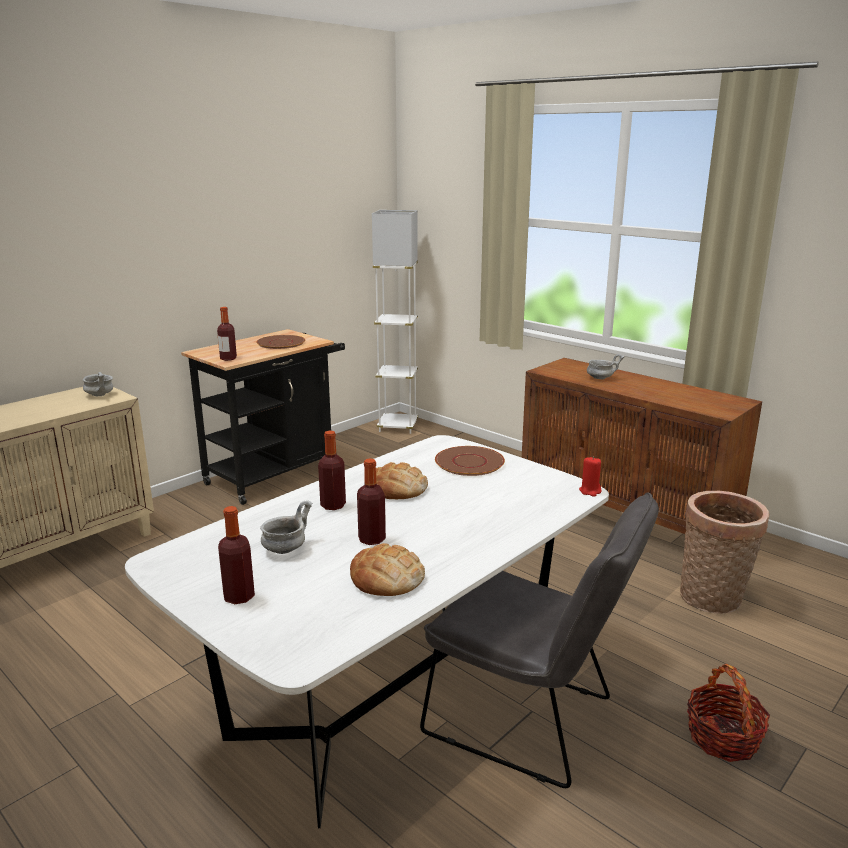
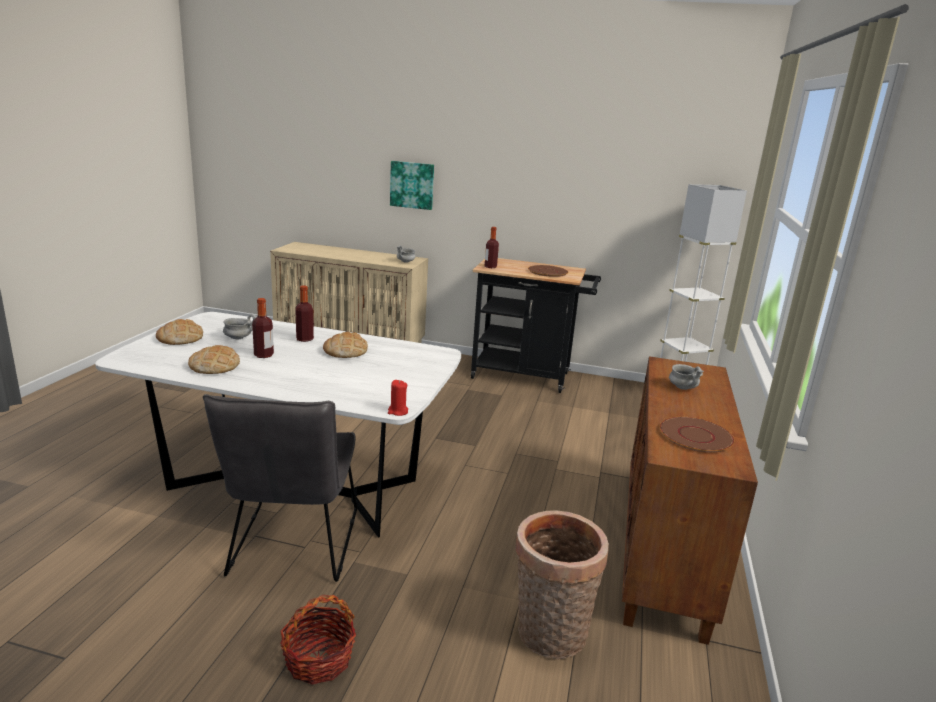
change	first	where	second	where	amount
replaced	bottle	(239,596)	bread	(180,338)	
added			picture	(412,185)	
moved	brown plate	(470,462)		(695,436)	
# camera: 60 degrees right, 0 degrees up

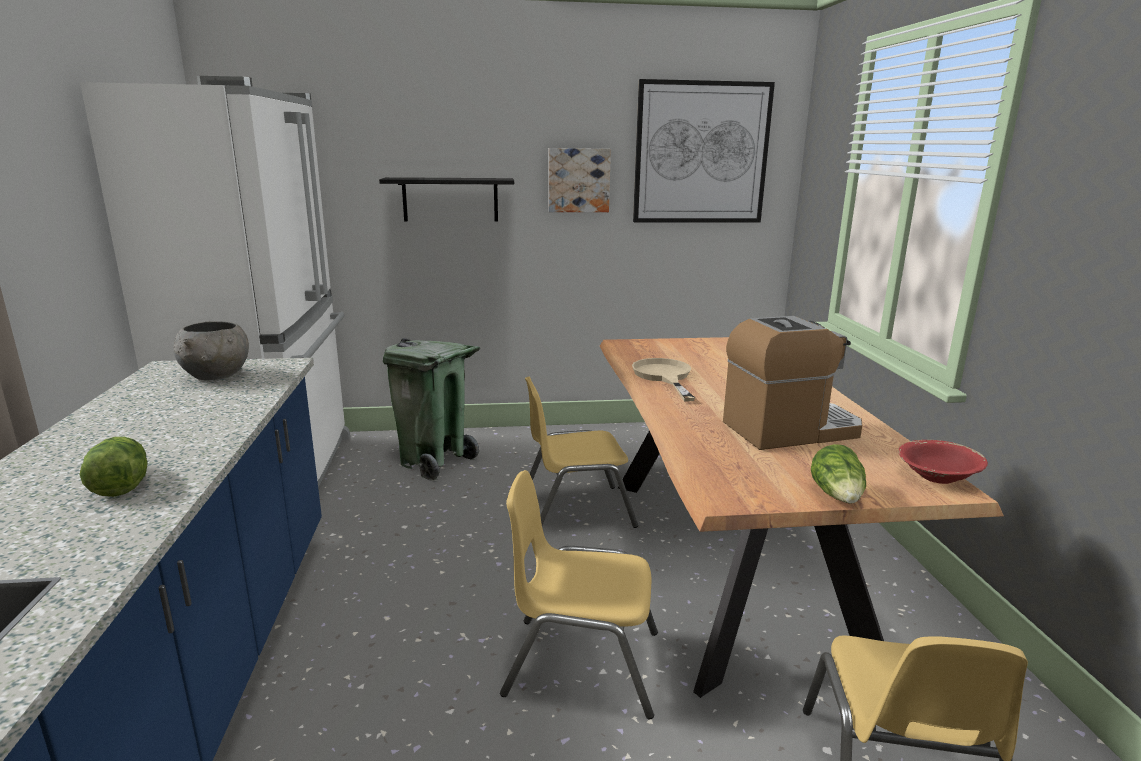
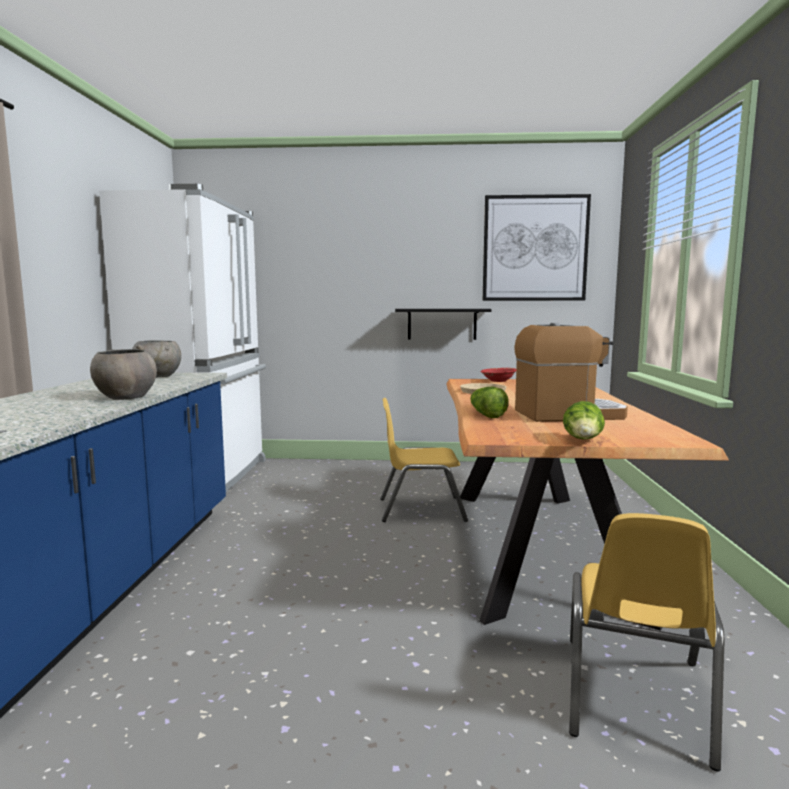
change	first	where	second	where	amount
added			grey bowl	(125,397)	
moved	black shelf	(450,199)		(442,324)	
moved	lettuce	(119,484)		(486,415)	
moved	red bowl	(937,477)		(498,381)	
removed	green trash can	(434,461)			
removed	yellow chair	(582,663)			
removed	picture	(578,180)			
# camera: 10 degrees right, 10 degrees down

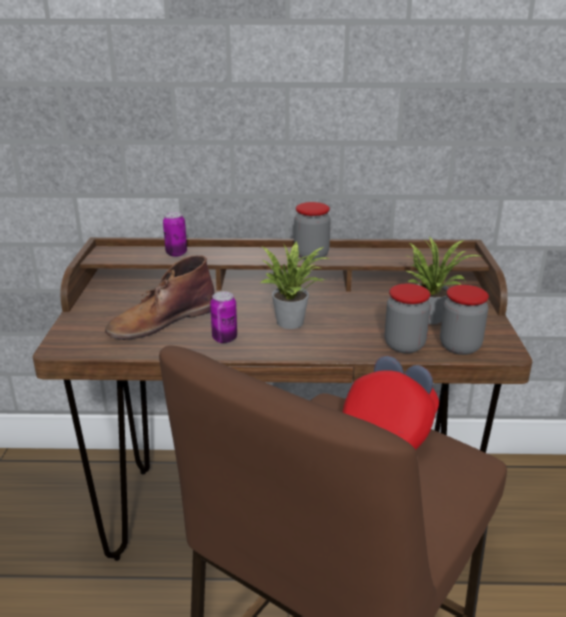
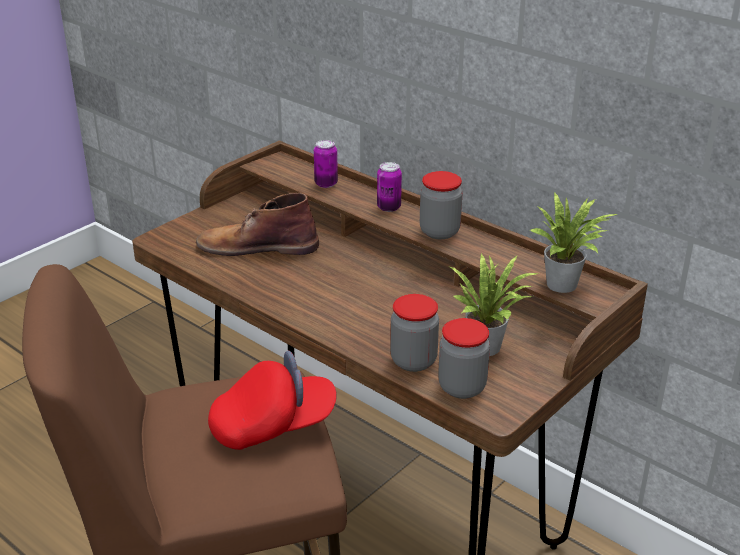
change	first	where	second	where	amount
moved	can	(224,338)		(389,207)	
moved	potted plant	(294,322)		(566,285)	
# camera: 40 degrees right, 5 degrees up

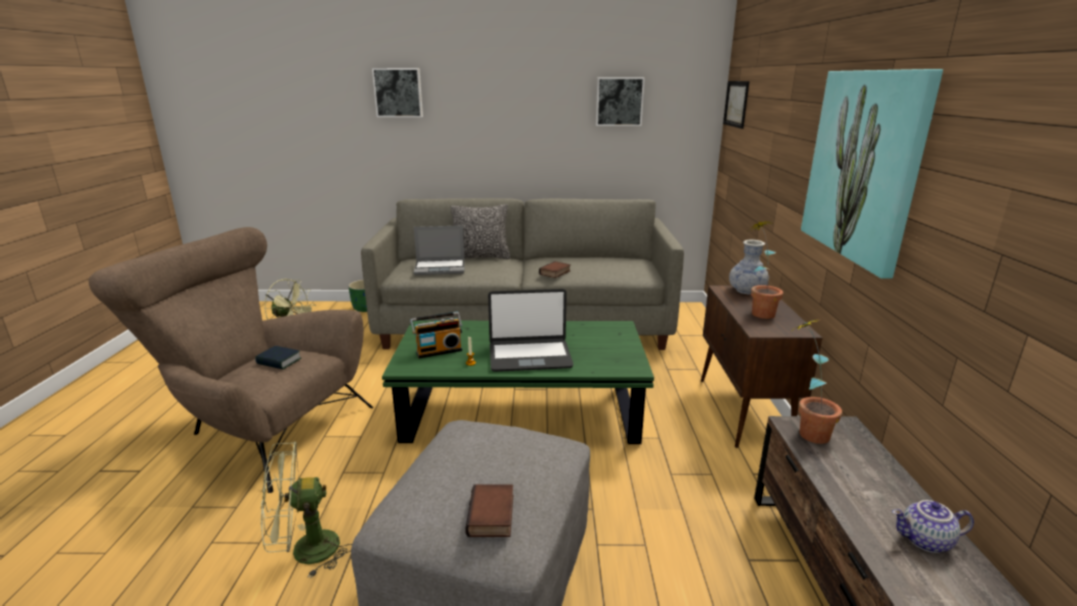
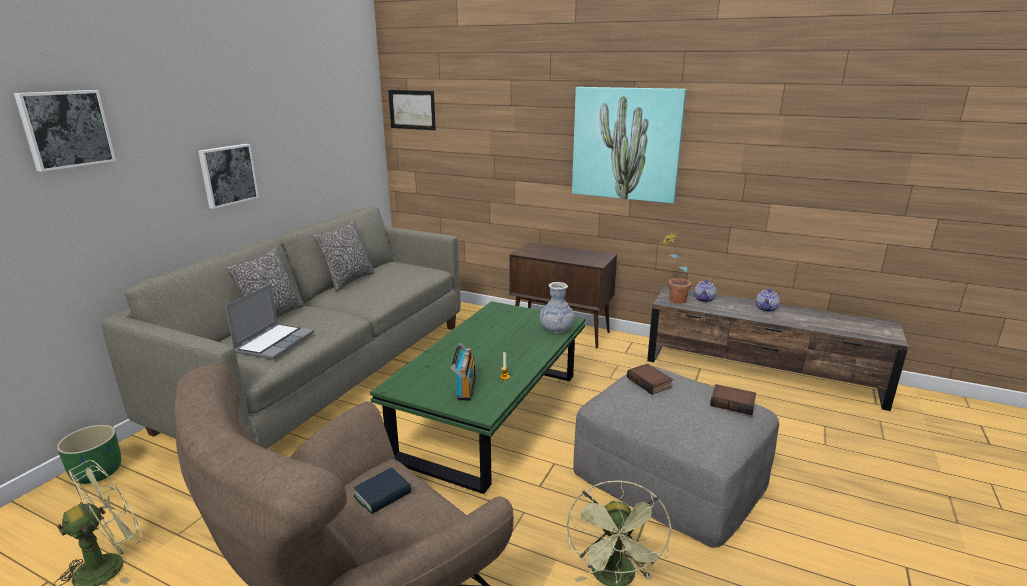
change	first	where	second	where	amount
moved	picture	(619,101)		(227,175)	
added			pillow	(349,281)	
moved	vase	(746,291)		(556,329)	
moved	book	(555,273)		(650,382)	
added			teapot	(704,300)	
removed	laptop	(529,356)			
removed	potted plant	(758,311)			
# camera: 65 degrees left, 0 degrees up

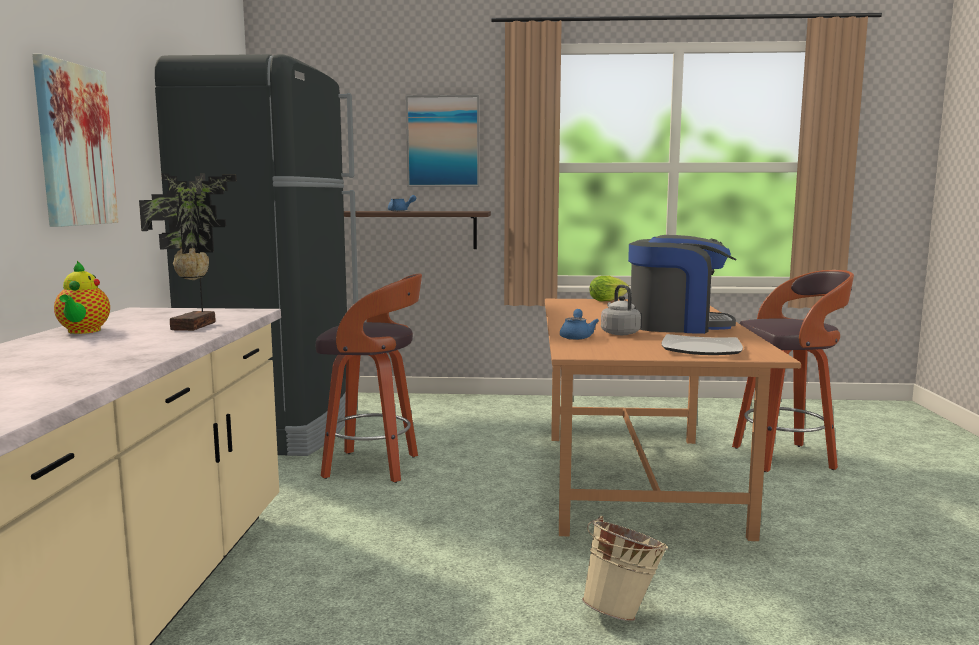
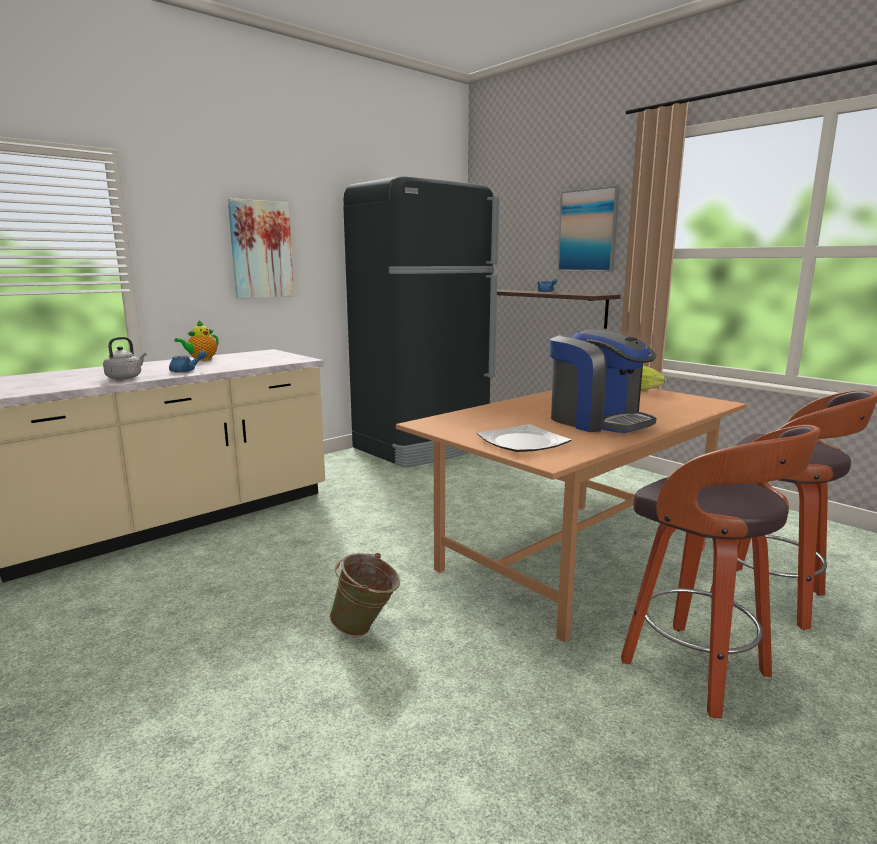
change	first	where	second	where	amount
moved	grey kettle	(619,333)		(126,377)	
moved	blue teapot	(576,336)		(187,371)	
recoloured	beige bucket	(622,611)	green bucket	(366,629)	
moved	stool	(374,467)		(698,671)	
removed	potted plant	(197,326)			
# camera: 45 degrees right, 5 degrees up

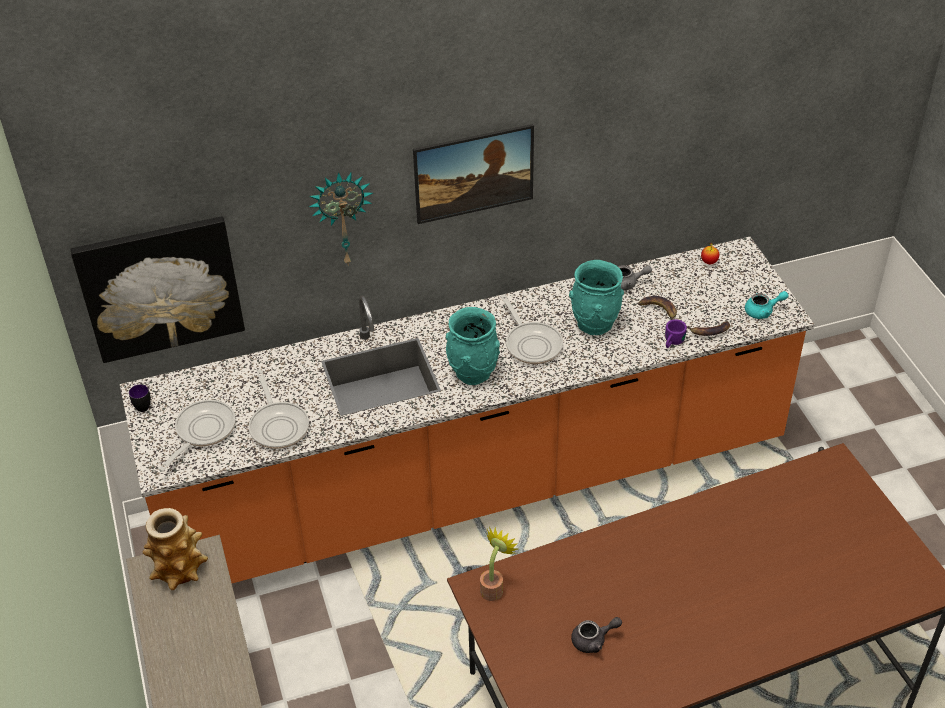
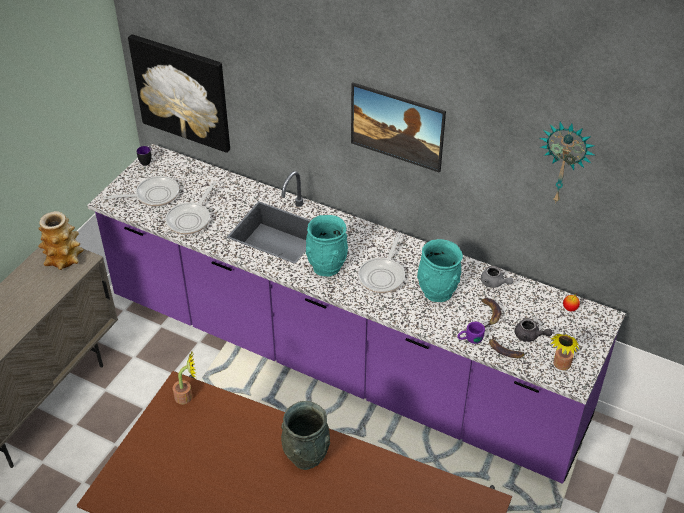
change	first	where	second	where	amount
recoloured	orange counter	(475,484)	purple counter	(342,359)	
added			grey vase	(307,456)	
moved	grey teapot	(593,640)		(530,336)	
moved	wall clock	(342,217)		(564,162)	
replaced	turquoise teapot	(763,311)	potted plant	(561,366)	
# camera: 45 degrees right, 0 degrees up

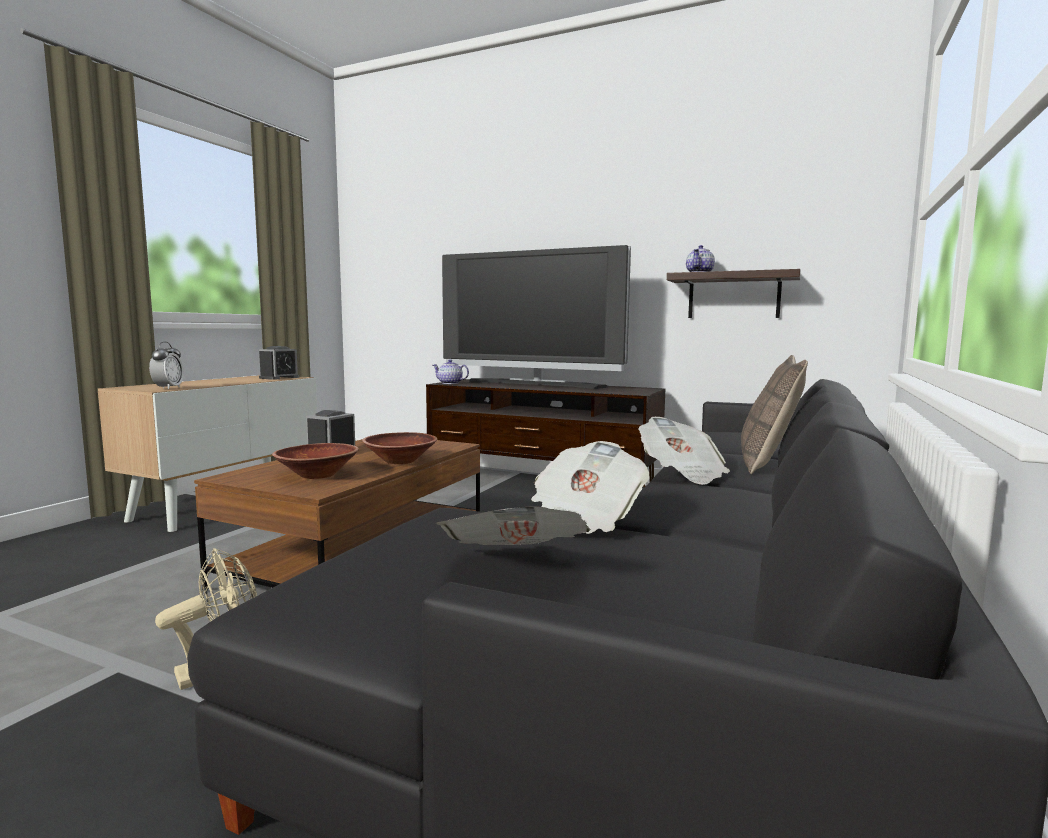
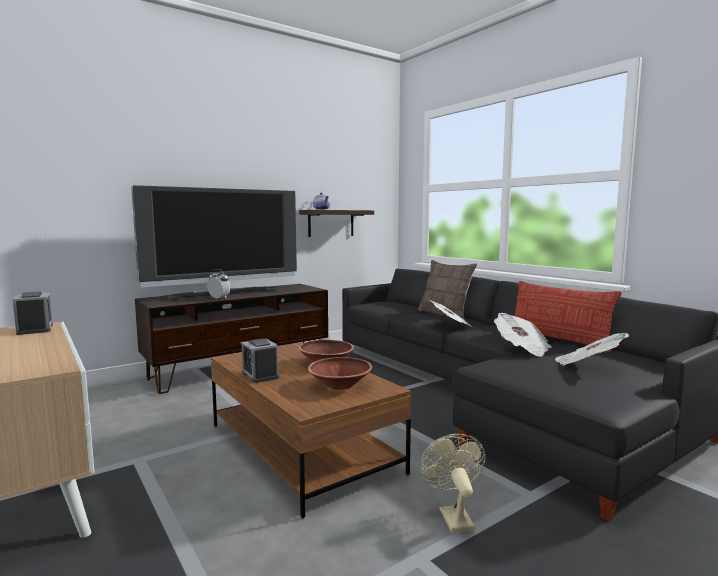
change	first	where	second	where	amount
moved	alarm clock	(168,388)		(219,298)	
added			pillow	(558,340)	
removed	teapot	(450,383)			
# camera: 60 degrees left, 0 degrees up

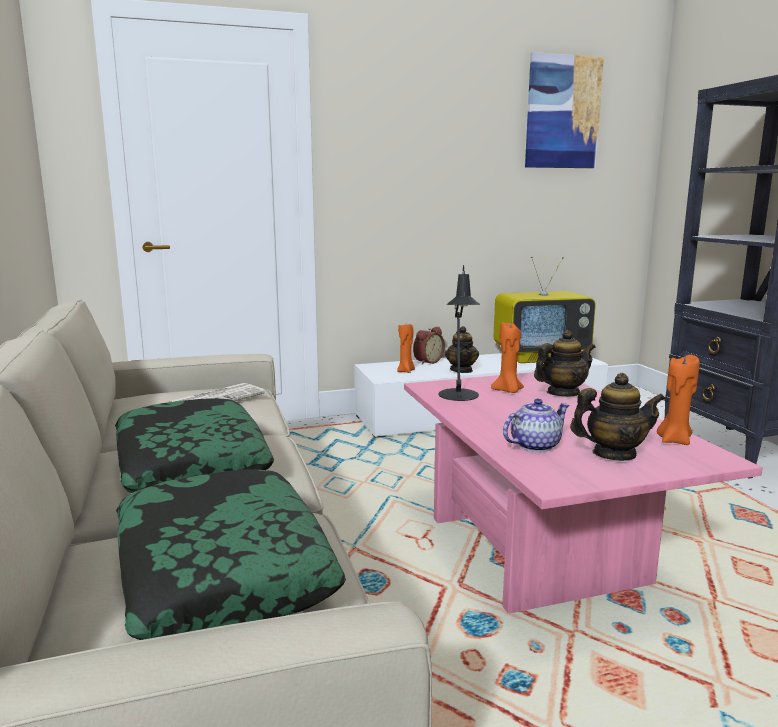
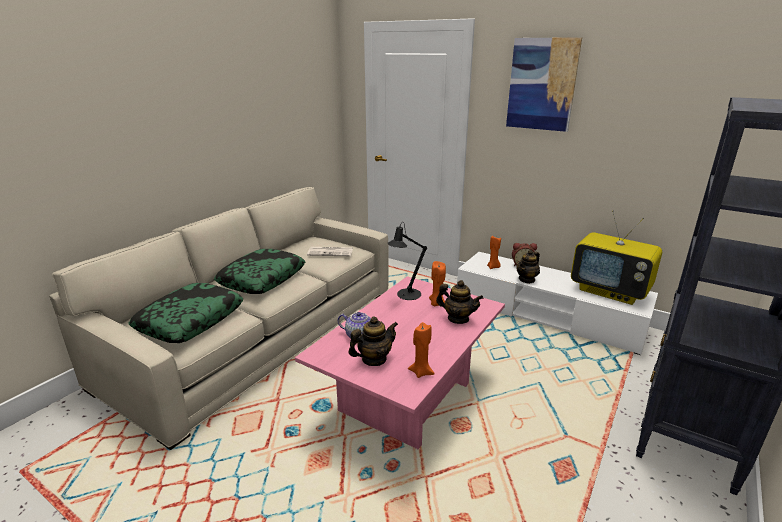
change	first	where	second	where	amount
turned	teapot	(613,454)		(374,359)	75 degrees counterclockwise
moved	picture	(563,112)		(542,84)	
# camera: 50 degrees right, 10 degrees up

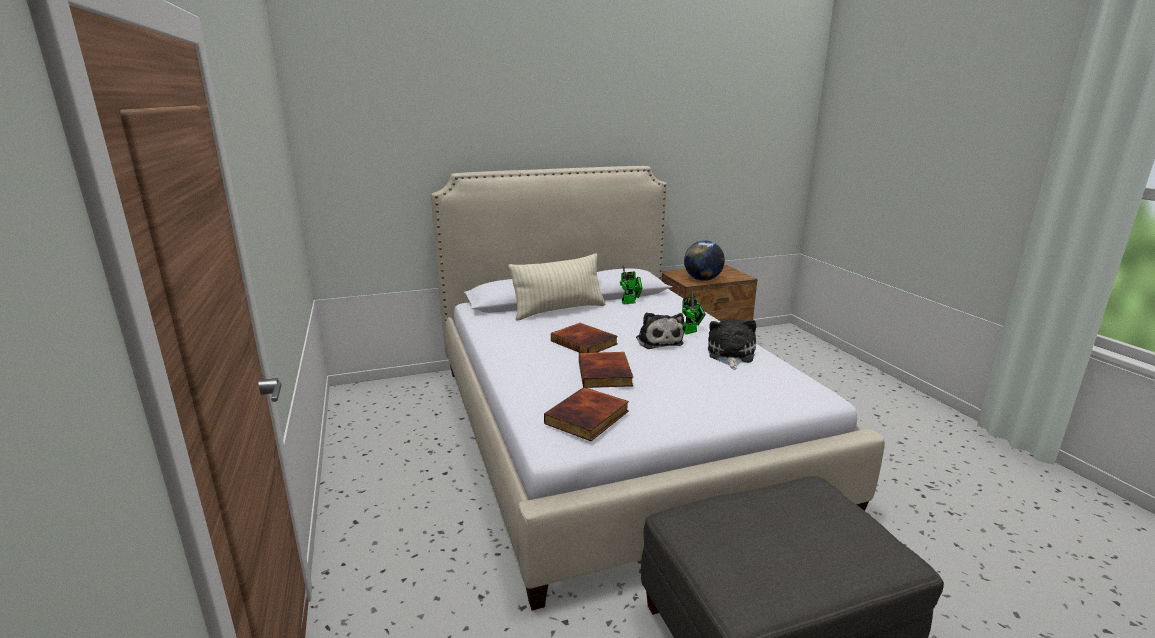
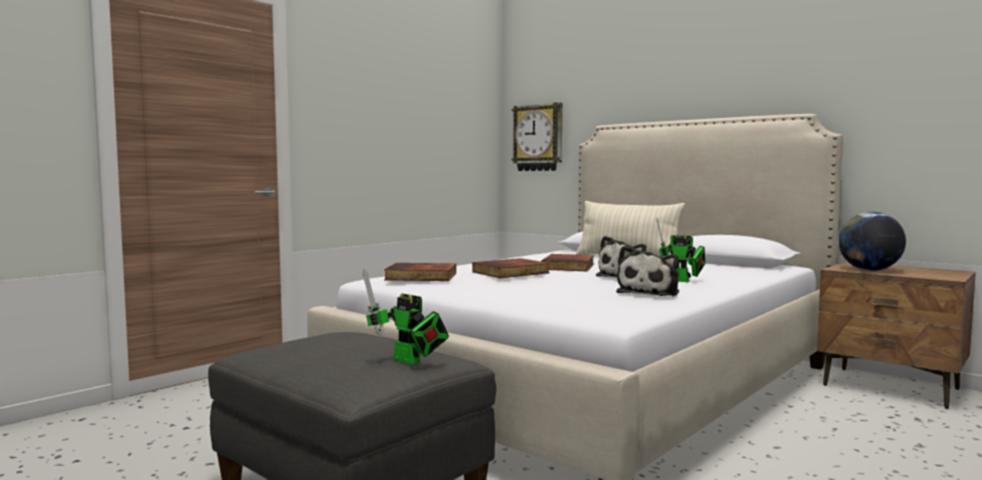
change	first	where	second	where	amount
moved	toy robot	(630,302)		(410,361)	
added			wall clock	(538,138)	
turned	plush toy	(730,355)		(650,292)	135 degrees clockwise
# camera: 60 degrees right, 15 degrees down

